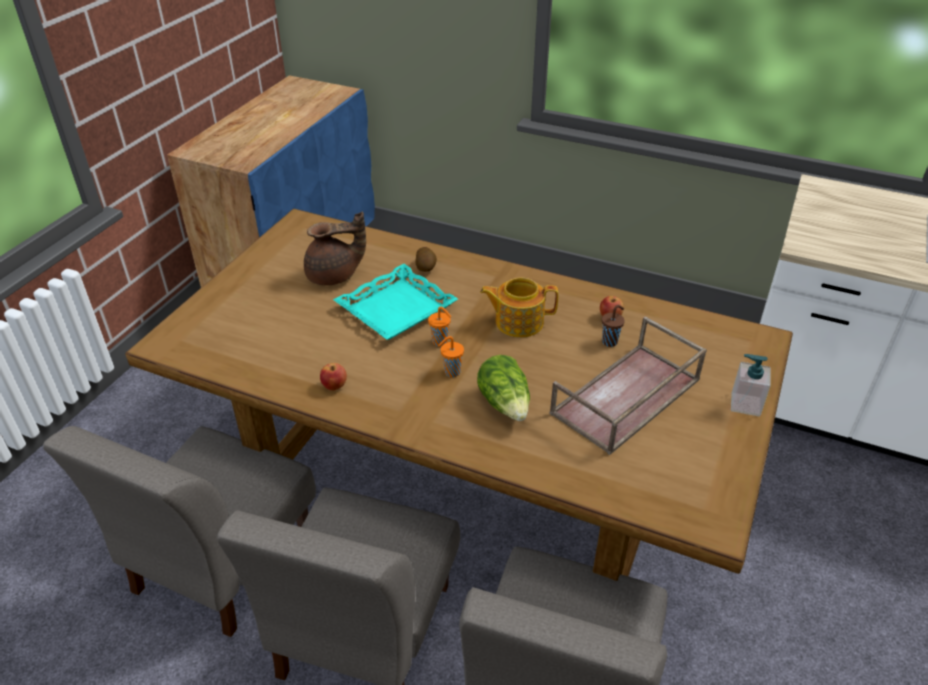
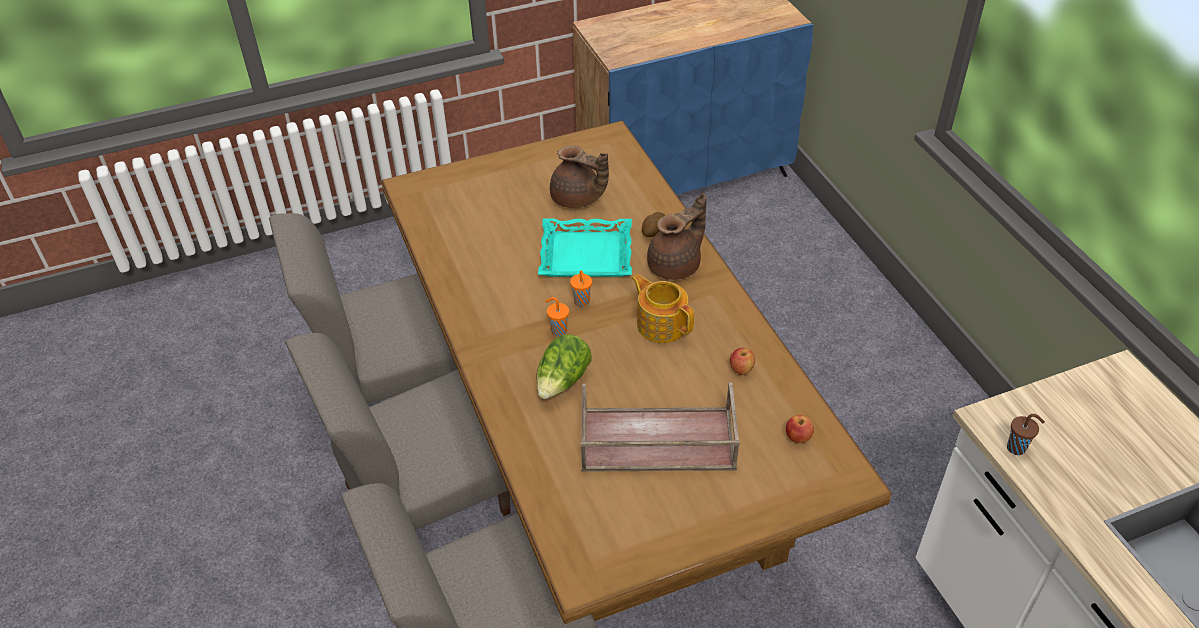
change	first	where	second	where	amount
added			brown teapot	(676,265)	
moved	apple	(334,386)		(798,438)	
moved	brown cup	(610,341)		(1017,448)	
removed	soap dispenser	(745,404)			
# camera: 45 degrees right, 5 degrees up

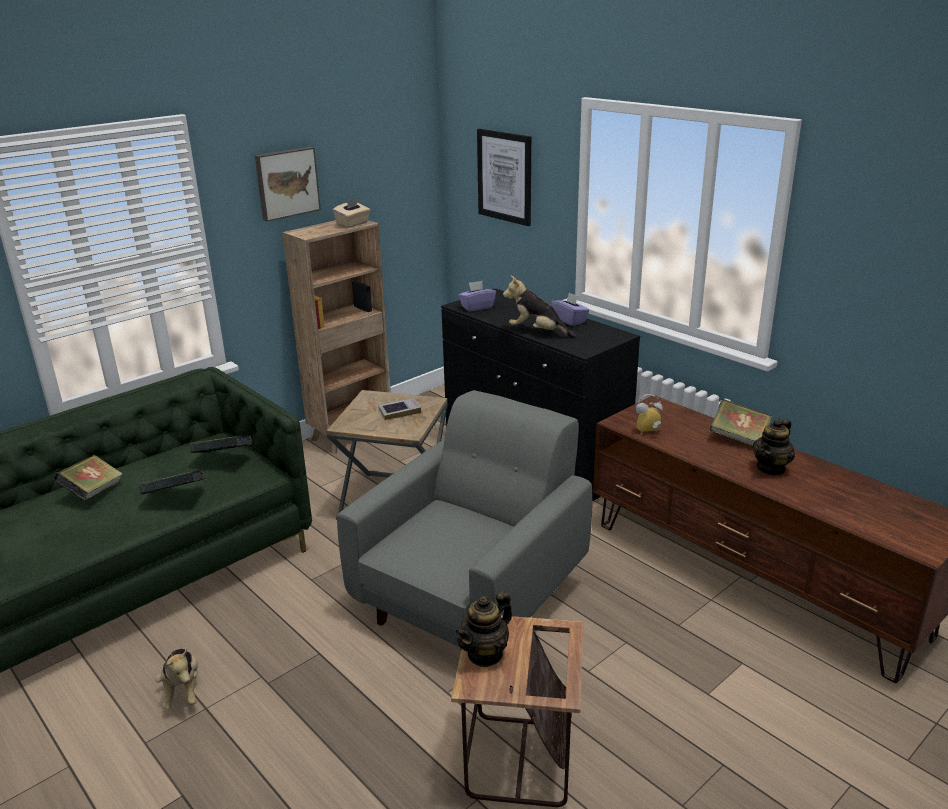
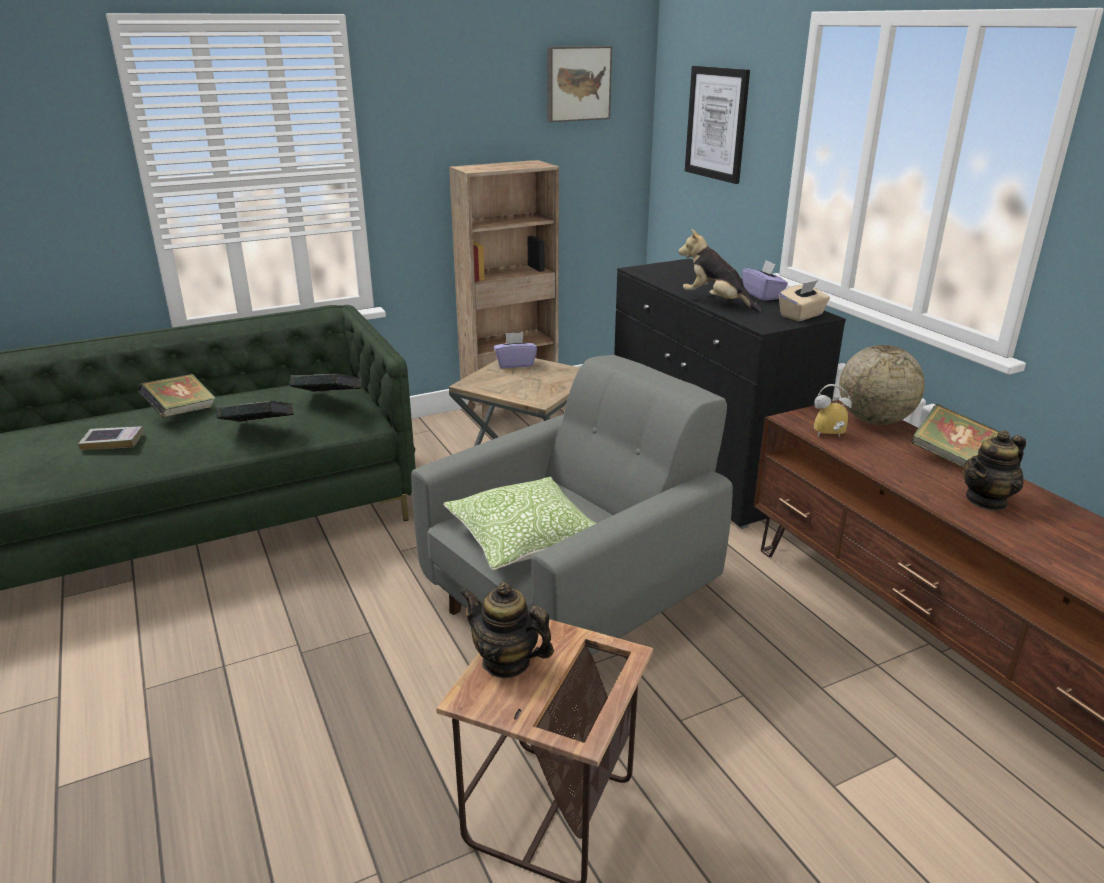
change	first	where	second	where	amount
moved	book	(399,411)		(113,442)	
added			pillow	(524,539)	
turned	teapot	(485,654)		(506,662)	60 degrees clockwise
moved	purple tissue box	(477,307)		(515,364)	
moved	picture	(286,183)		(577,83)	
moved	beige tissue box	(353,224)		(802,316)	
added			globe	(874,421)	
removed	plush toy	(183,690)			
# camera: 15 degrees right, 0 degrees up

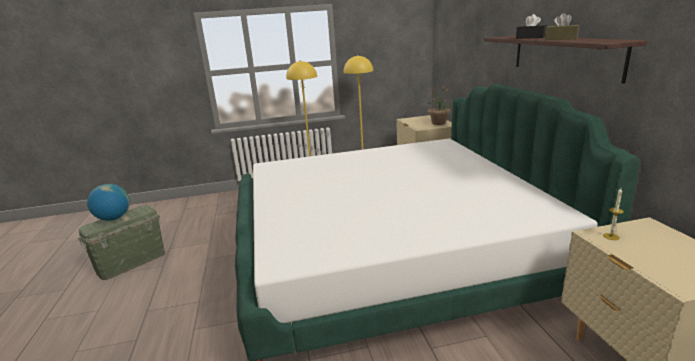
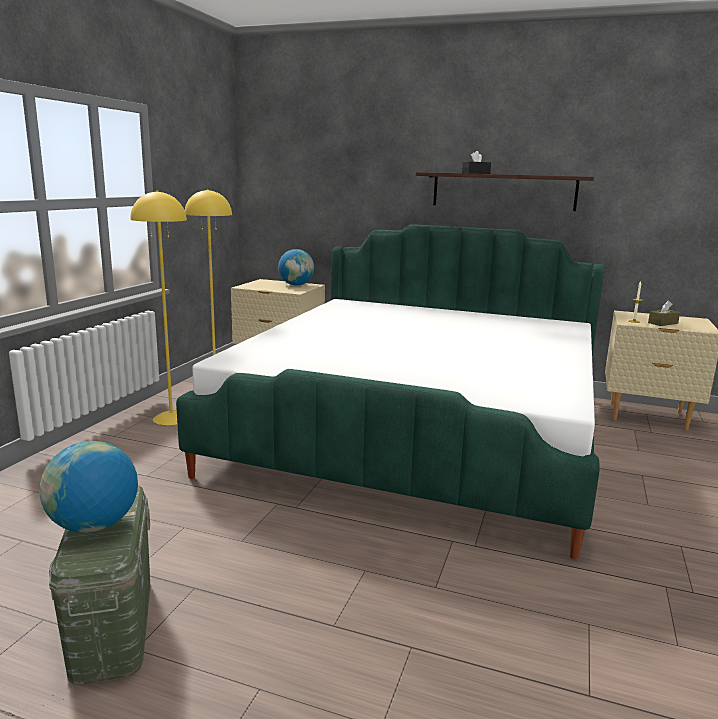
change	first	where	second	where	amount
replaced	potted plant	(438,123)	globe	(296,285)	
moved	brown tissue box	(560,39)		(663,323)	
# camera: 60 degrees left, 5 degrees down

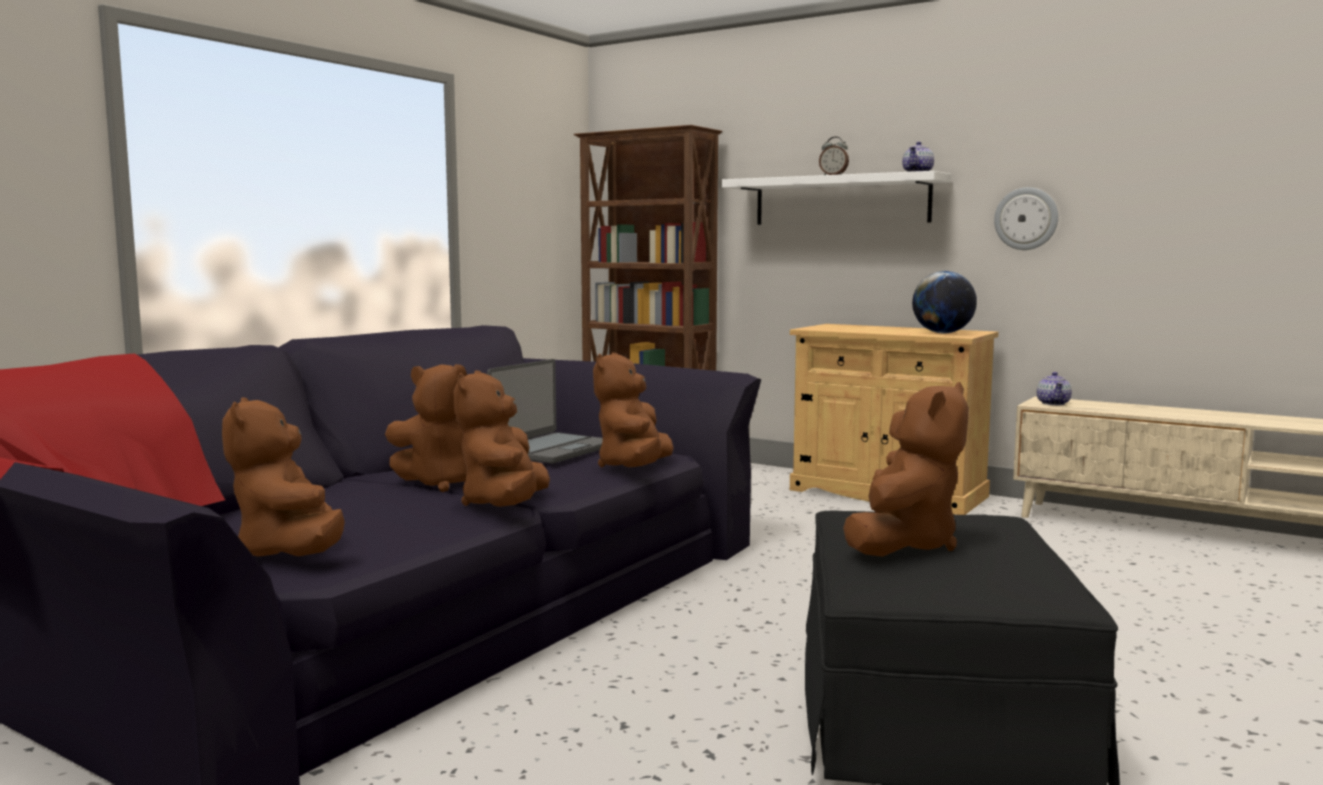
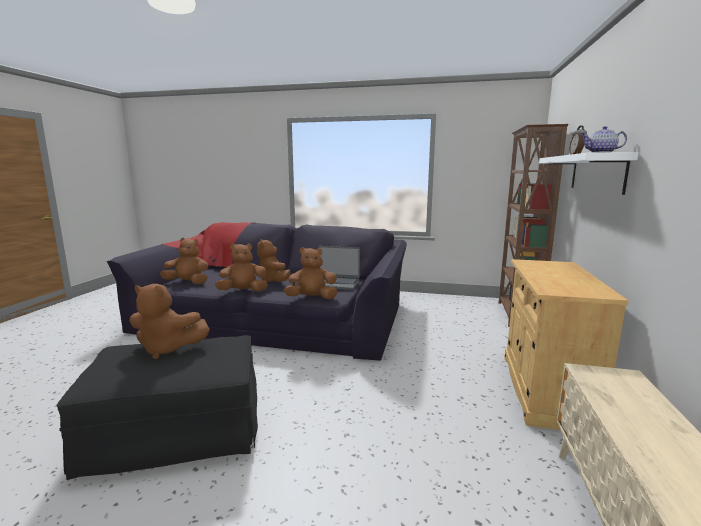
change	first	where	second	where	amount
turned	brown plush toy	(291,554)		(188,283)	45 degrees clockwise
removed	globe	(943,333)			
removed	wall clock	(1026,218)			
removed	teapot	(1053,403)			
# camera: 70 degrees right, 5 degrees up

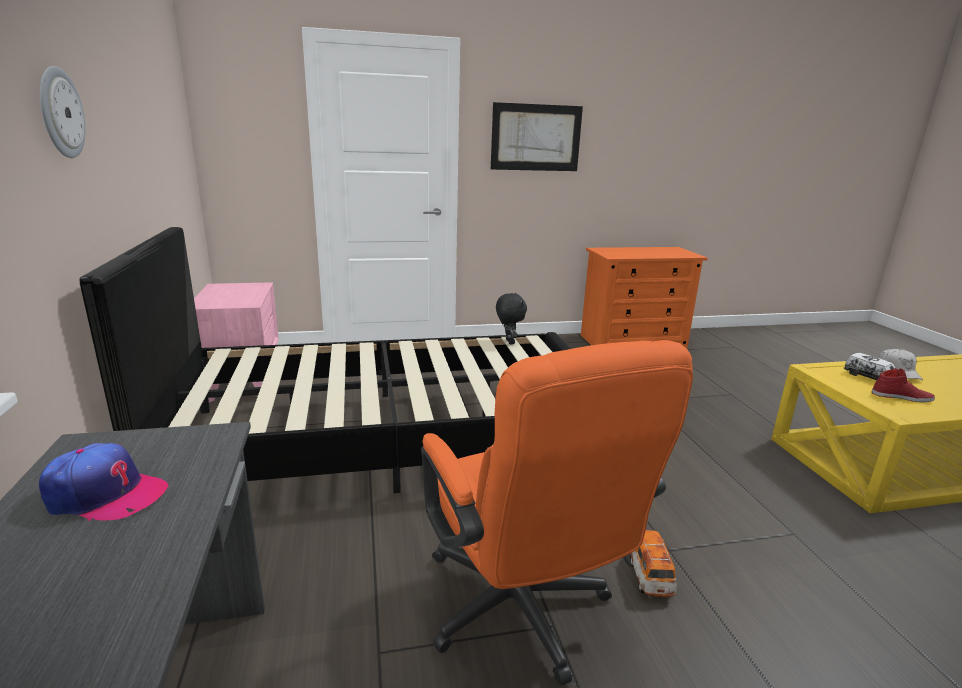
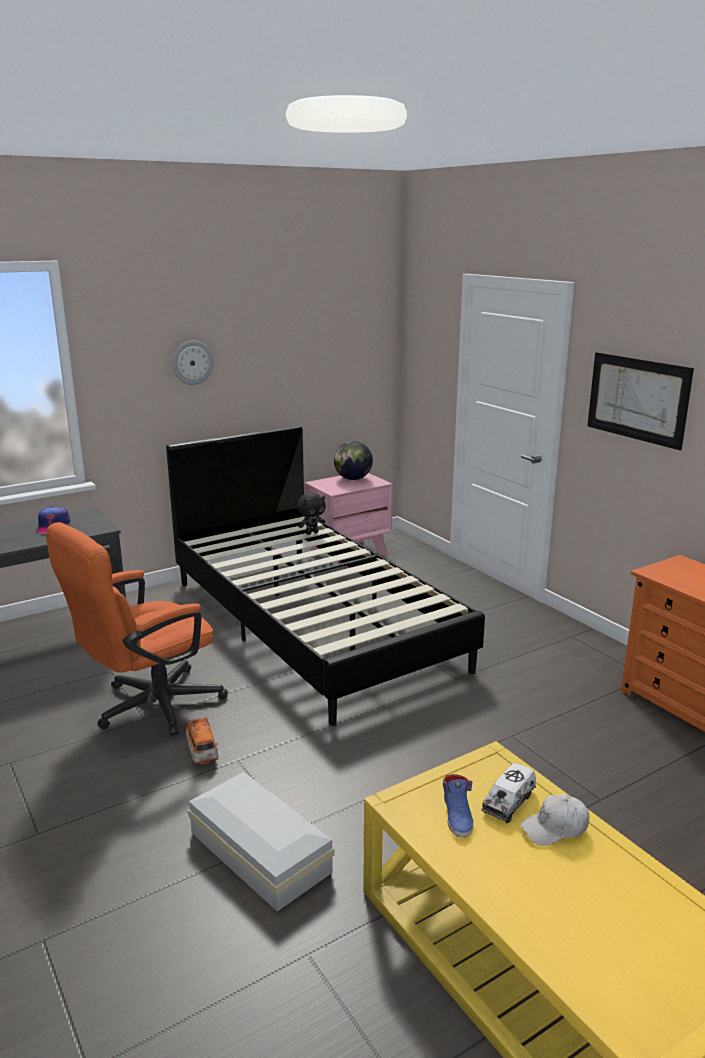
change	first	where	second	where	amount
turned	toy car	(649,576)		(202,752)	90 degrees clockwise
added			white storage box	(260,850)	
moved	black plush toy	(508,342)		(312,533)	
added			globe	(353,479)	
recoloured	red shoe	(901,397)	blue shoe	(457,815)	
# camera: 70 degrees right, 0 degrees up

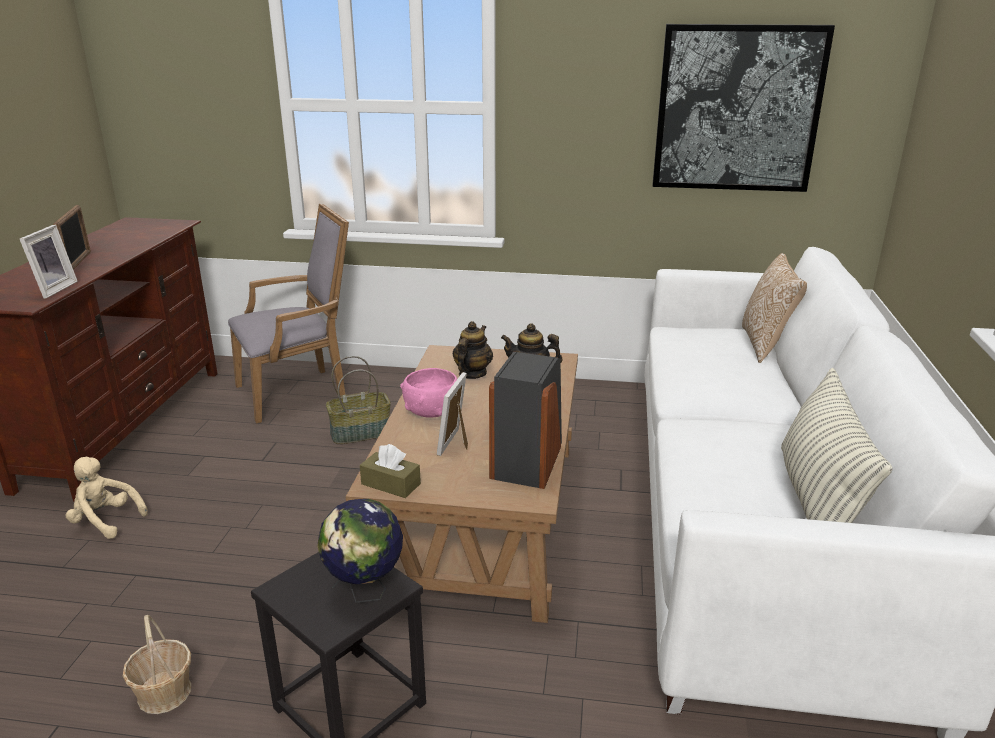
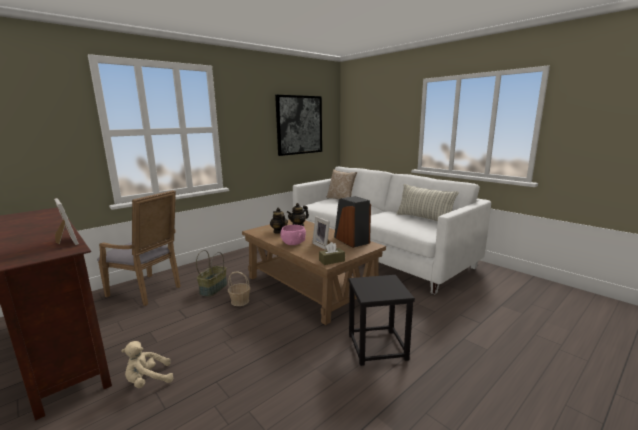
change	first	where	second	where	amount
turned	grey armchair	(298,391)		(149,291)	105 degrees clockwise
moved	basket	(164,693)		(240,301)	
removed	picture frame	(79,263)			
removed	globe	(365,592)			
# camera: 50 degrees left, 10 degrees down

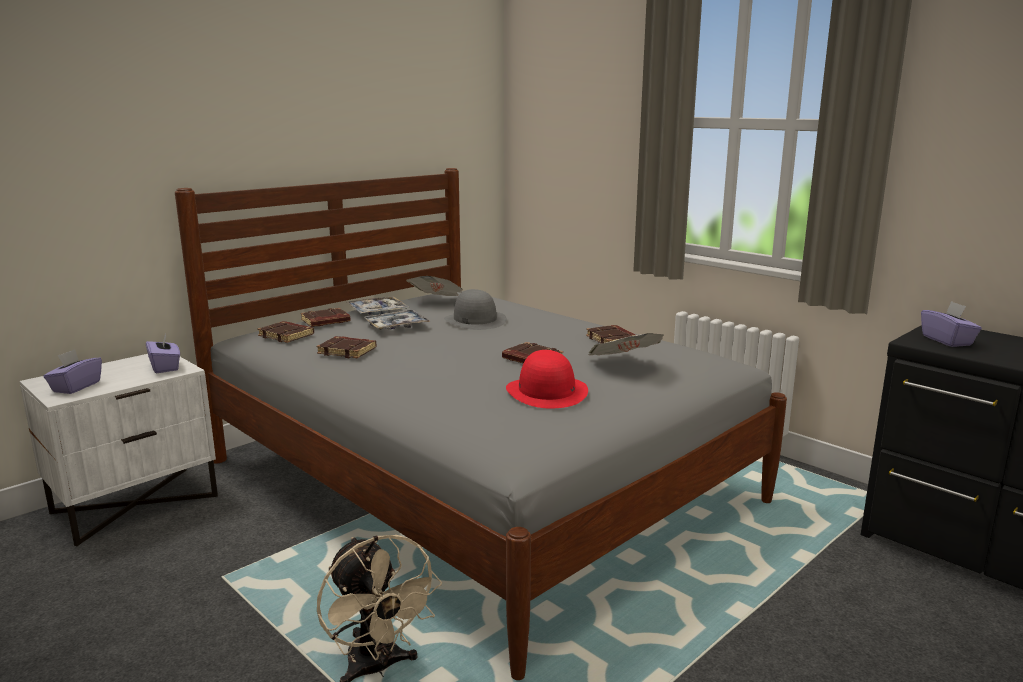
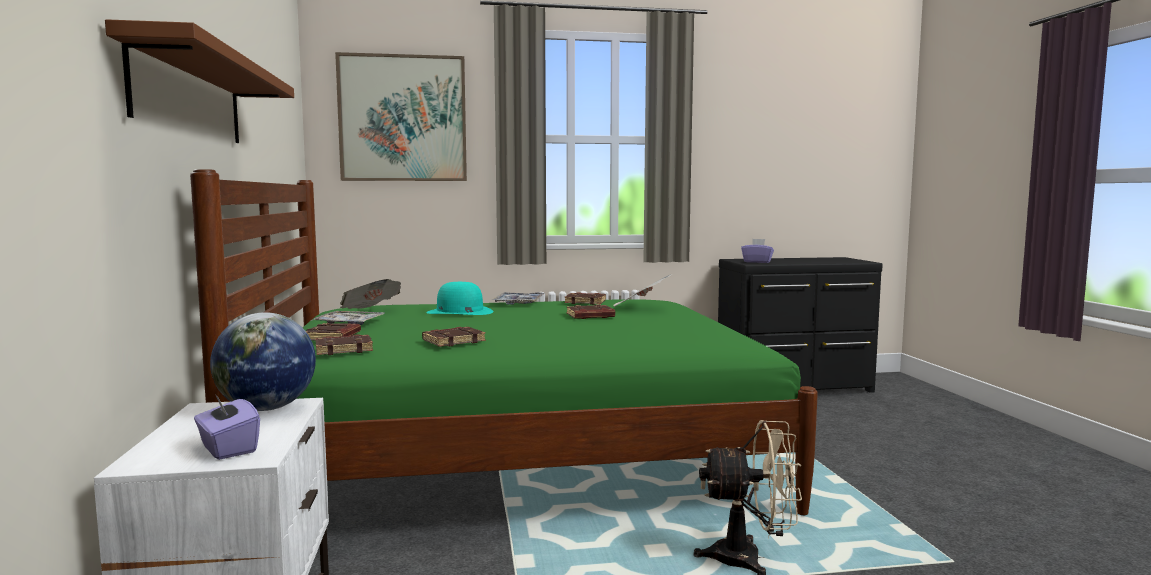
change	first	where	second	where	amount
added			brown shelf	(190,97)	
recoloured	grey bed	(476,480)	green bed	(517,460)	
replaced	purple tissue box	(165,367)	globe	(266,408)	
added			picture	(403,118)	
recoloured	grey hat	(475,320)	turquoise hat	(459,312)	
moved	tray	(396,326)		(519,303)	
removed	red hat	(547,392)			
# camera: 55 degrees left, 10 degrees down

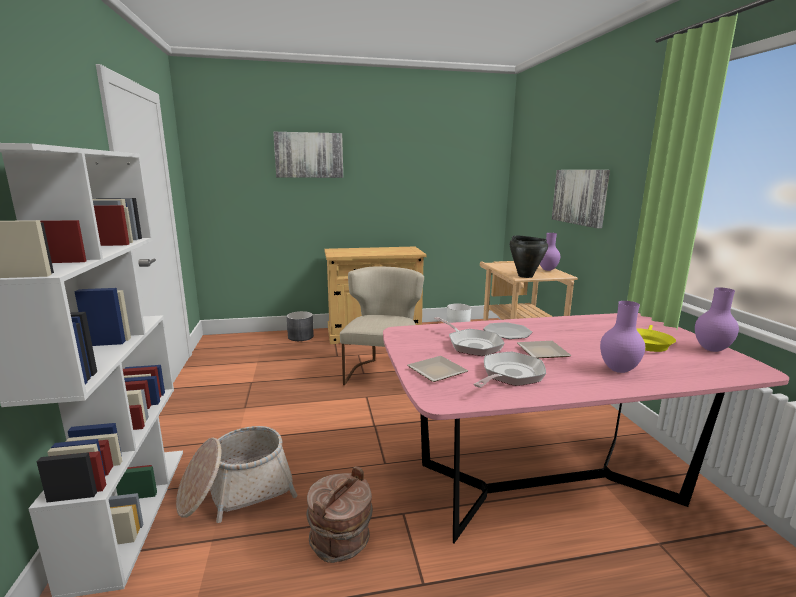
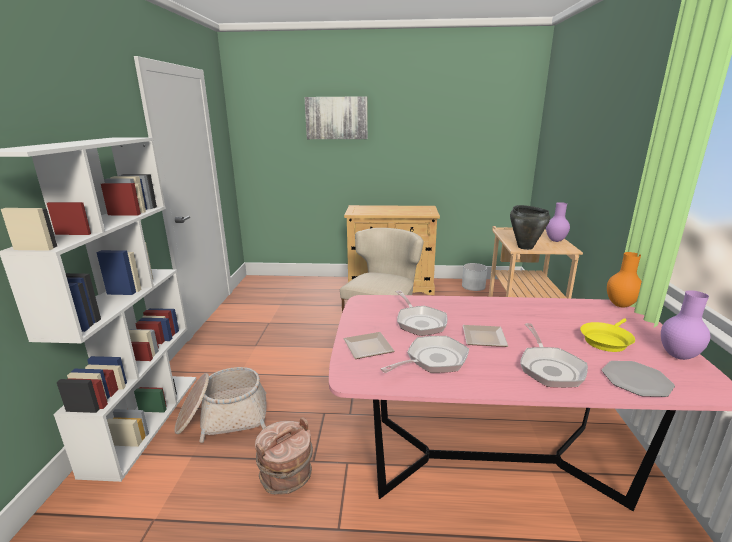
change	first	where	second	where	amount
replaced	purple vase	(618,370)	frying pan	(549,368)	
moved	plate	(507,332)		(636,380)	
added			orange vase	(621,305)	
removed	grey planter	(300,337)			
removed	picture	(580,197)			
# camera: 15 degrees right, 5 degrees up

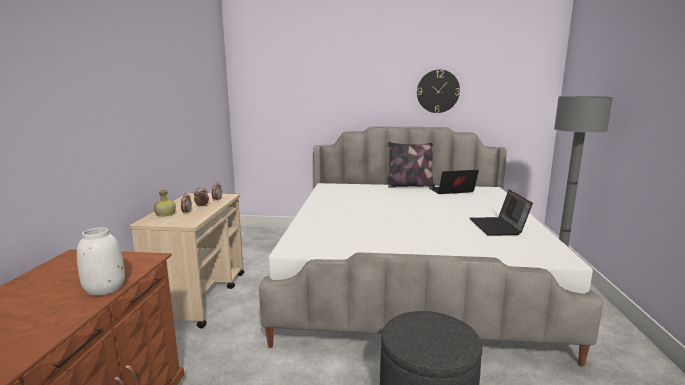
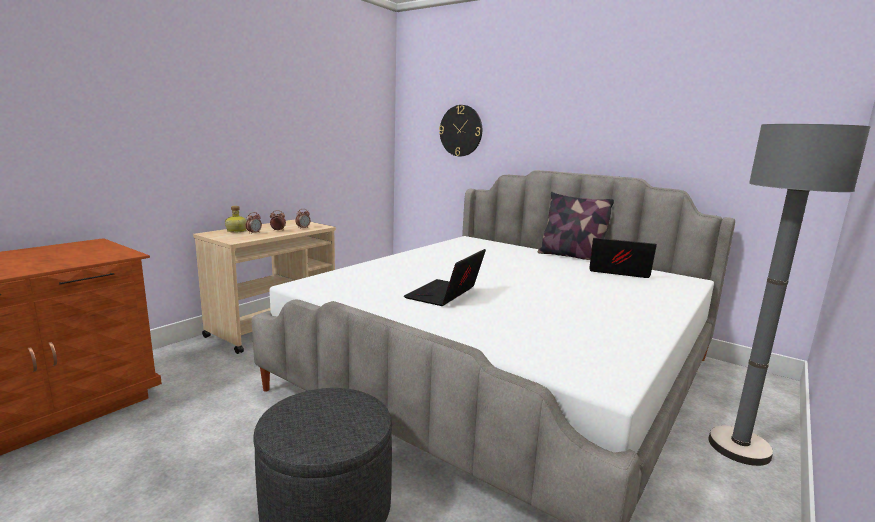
change	first	where	second	where	amount
moved	laptop	(498,227)		(444,295)	
moved	wall clock	(438,91)		(461,130)	
removed	white vase	(104,288)			
# camera: 30 degrees right, 0 degrees up

